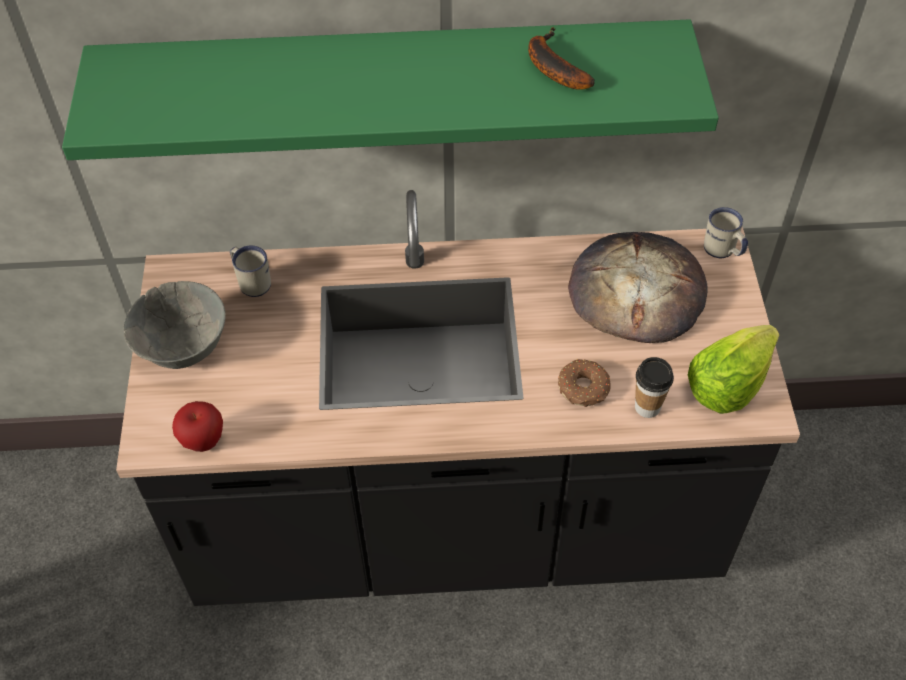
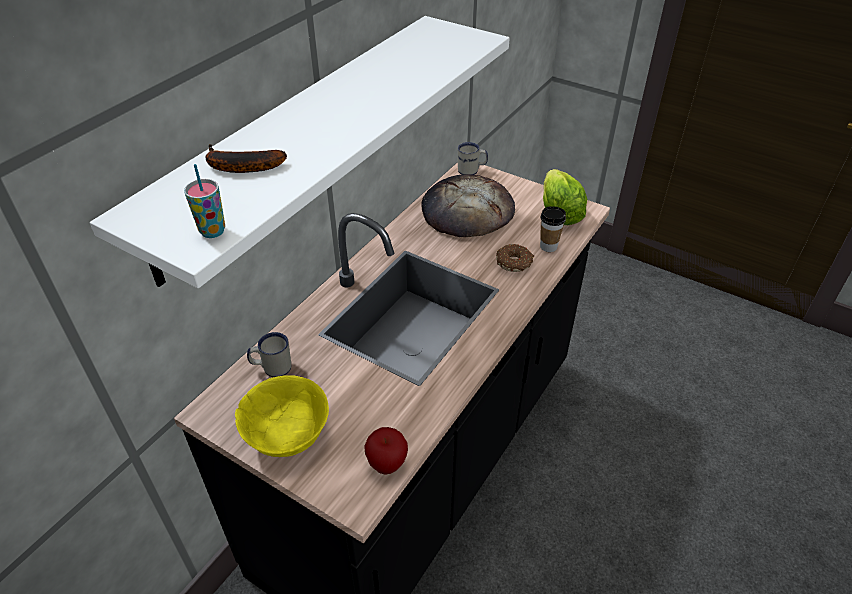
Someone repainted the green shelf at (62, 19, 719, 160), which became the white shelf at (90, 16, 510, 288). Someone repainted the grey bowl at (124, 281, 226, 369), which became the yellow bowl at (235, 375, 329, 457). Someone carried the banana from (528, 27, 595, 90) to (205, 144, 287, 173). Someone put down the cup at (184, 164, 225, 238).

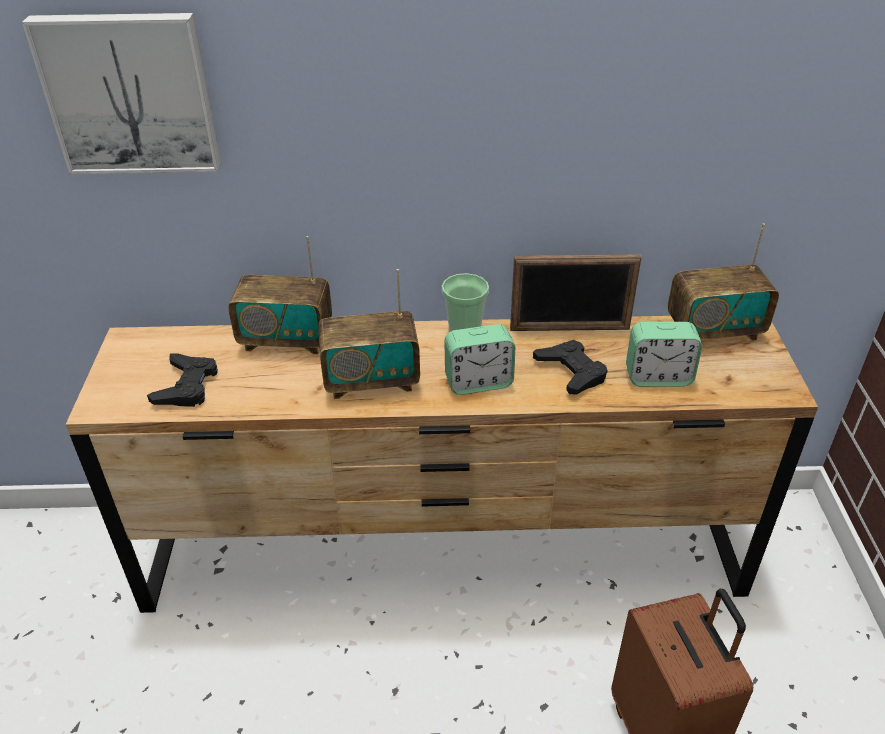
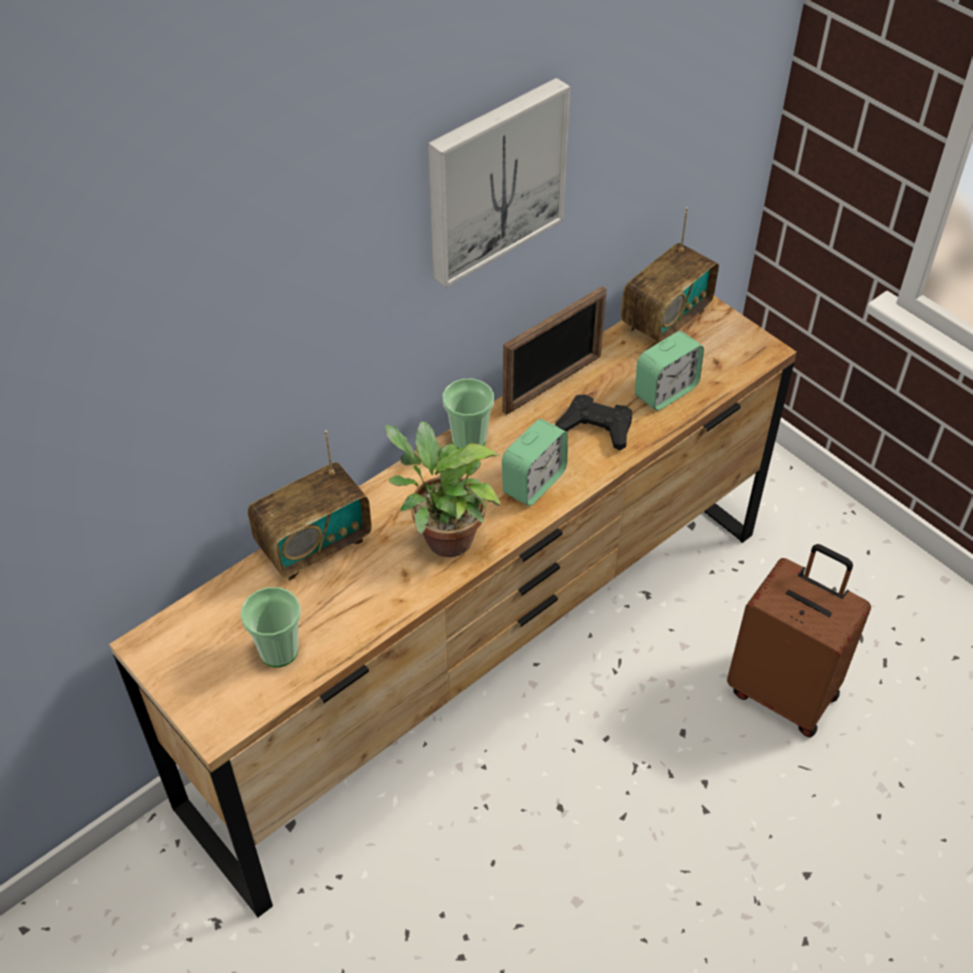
Someone carried the picture from (22, 13, 221, 174) to (428, 78, 571, 288). Someone swapped the black game controller at (147, 353, 218, 407) for the cup at (240, 587, 301, 667). Someone swapped the radio at (318, 269, 420, 399) for the potted plant at (385, 421, 500, 557).

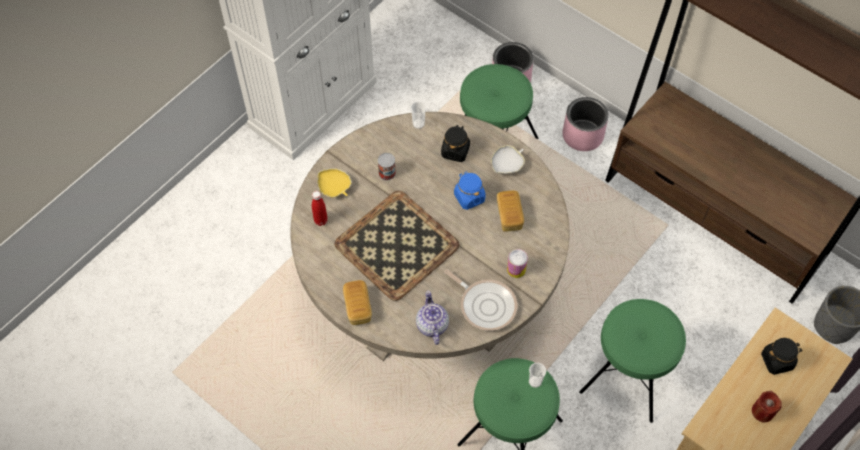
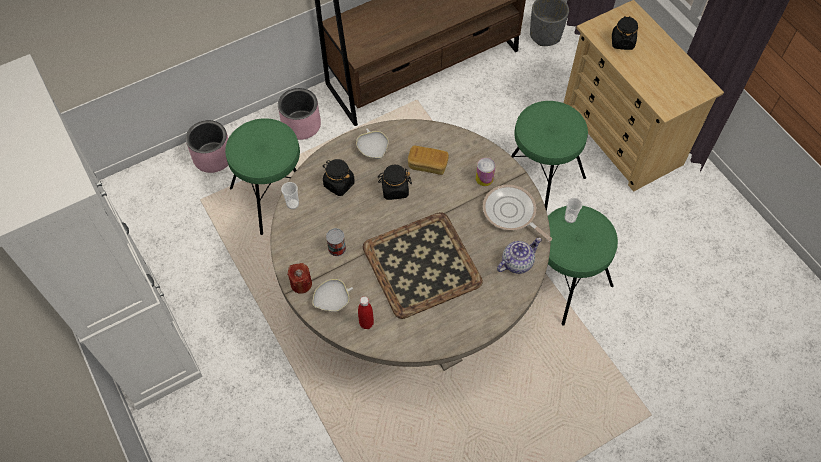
Someone repainted the yellow bowl at (317, 168, 351, 197), which became the white bowl at (312, 279, 353, 312). Someone took away the bread at (343, 280, 372, 325). Someone rotated the teapot at (416, 291, 449, 345) by 135 degrees clockwise. Someone rotated the frying pan at (444, 269, 517, 331) by 105 degrees counterclockwise. Someone repainted the blue jar at (454, 171, 486, 210), which became the black jar at (378, 165, 412, 200). Someone carried the red candle from (752, 391, 782, 422) to (288, 263, 312, 294).

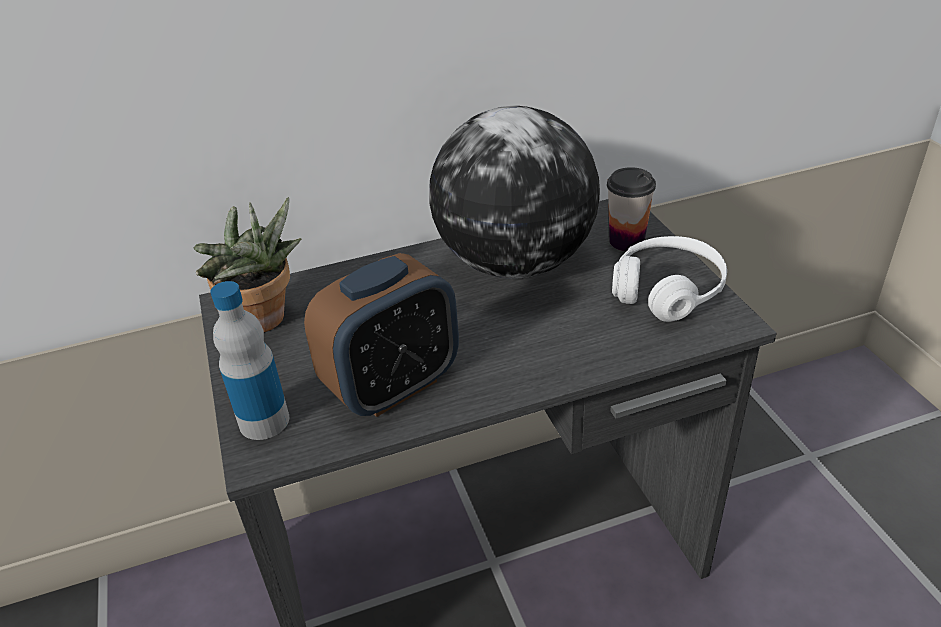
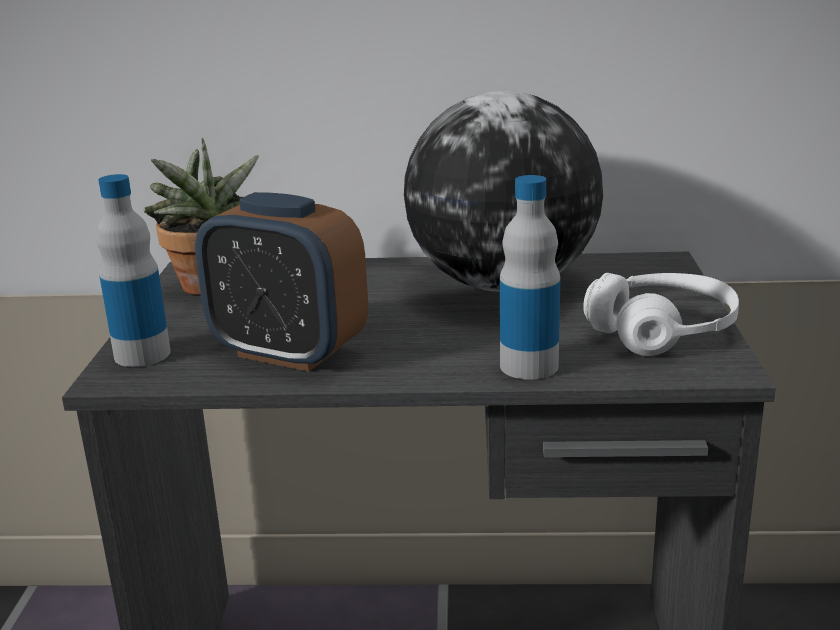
Someone rotated the alarm clock at (304, 253, 459, 417) by 45 degrees clockwise. Someone took away the cup at (607, 167, 656, 251). Someone put down the bottle at (500, 175, 560, 380).

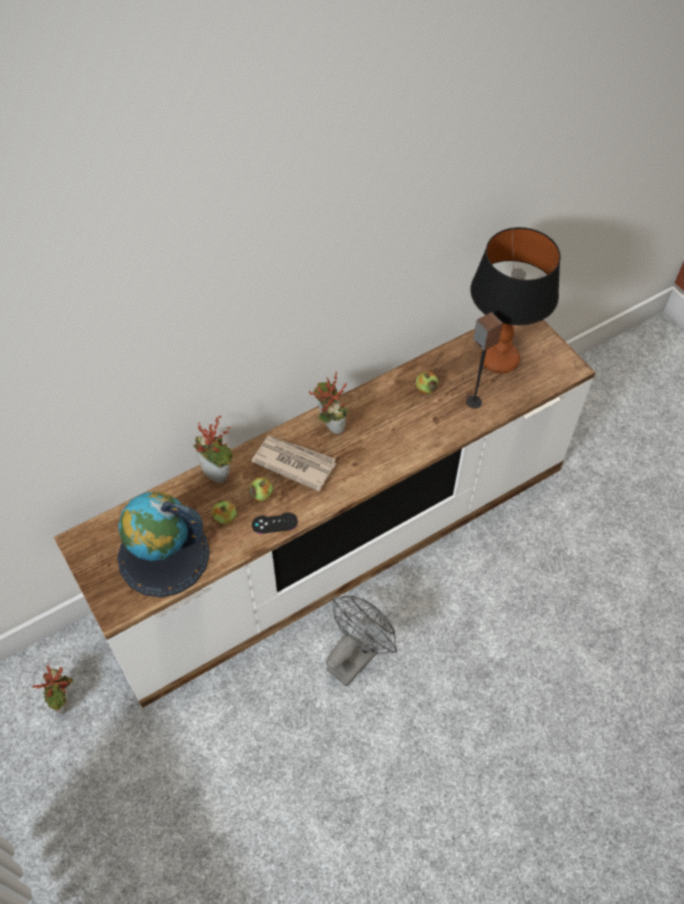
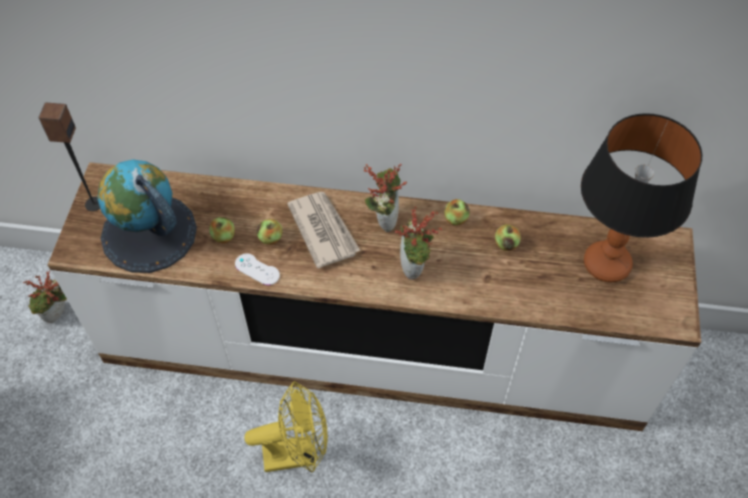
Someone carried the potted plant from (193, 415, 234, 483) to (395, 206, 442, 280). Someone repainted the black game controller at (252, 512, 298, 534), which became the white game controller at (235, 253, 280, 285). Someone repainted the grey fan at (326, 596, 397, 687), which became the yellow fan at (244, 381, 328, 473). Someone carried the speaker from (466, 312, 503, 409) to (38, 103, 100, 211). Someone put down the apple at (444, 199, 470, 226).

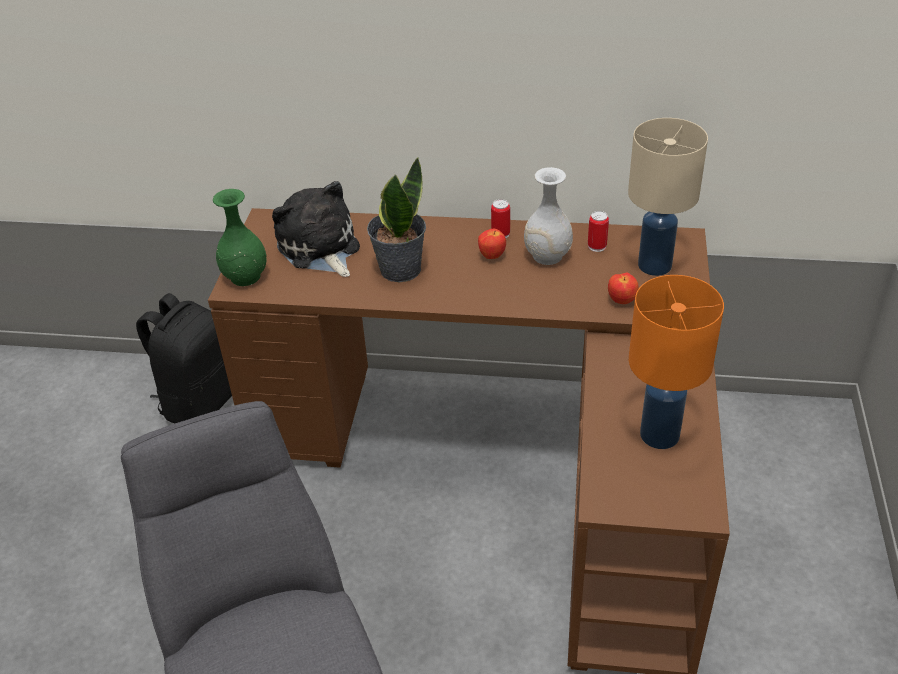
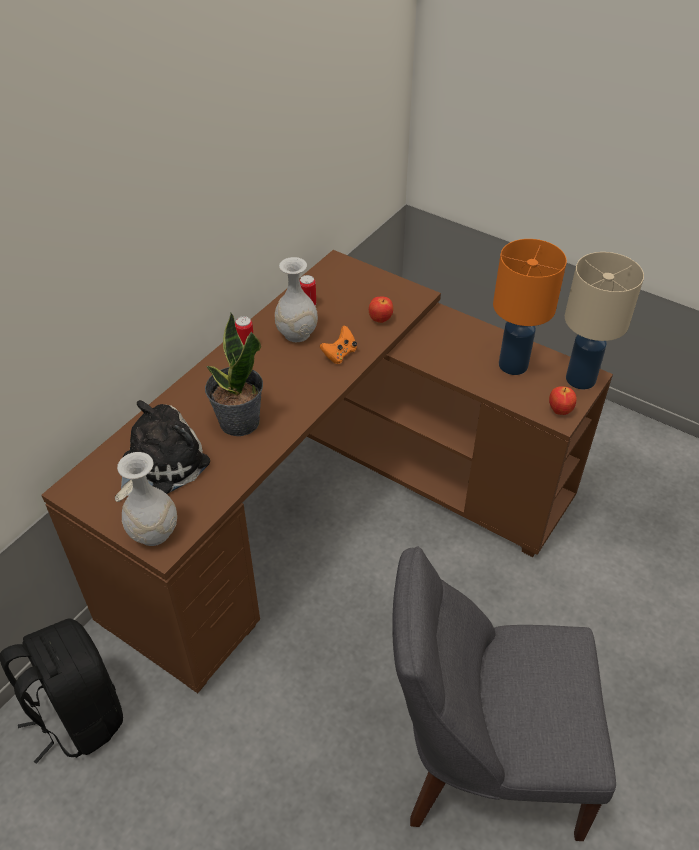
Someone repainted the green vase at (213, 189, 267, 286), which became the white vase at (117, 452, 177, 546). Someone rotated the plush toy at (272, 181, 360, 277) by 135 degrees clockwise. Someone carried the apple from (478, 229, 506, 259) to (549, 386, 576, 415). Someone carried the beige table lamp from (628, 118, 708, 276) to (565, 252, 644, 390). Someone put down the orange game controller at (320, 325, 357, 364).

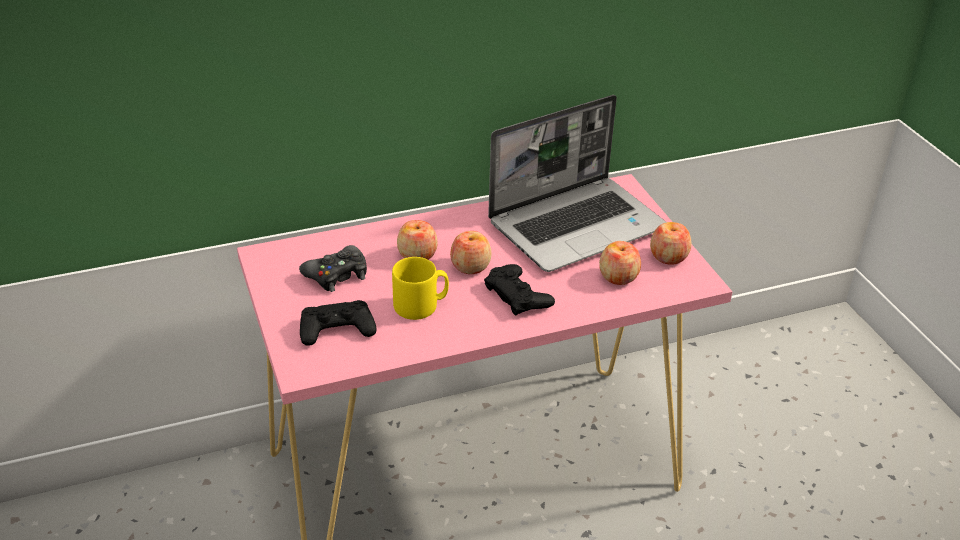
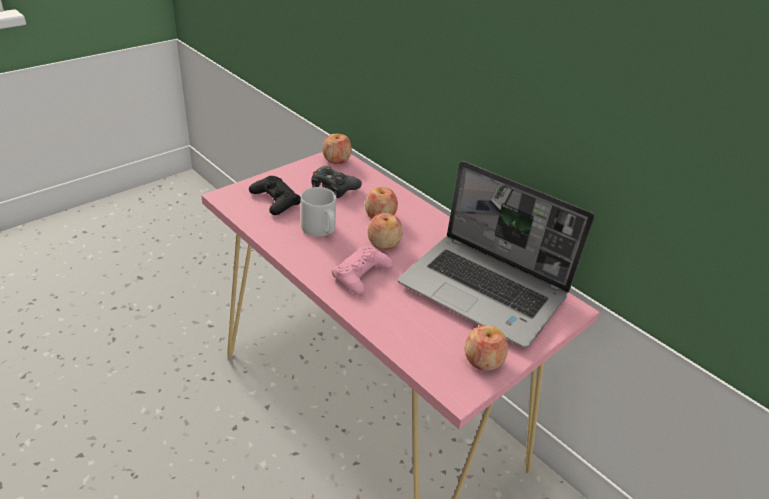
Someone repainted the yellow mug at (392, 257, 449, 320), which became the grey mug at (301, 187, 336, 237). Someone repainted the black game controller at (484, 264, 555, 316), which became the pink game controller at (332, 246, 394, 295). Someone carried the apple from (599, 241, 641, 285) to (323, 134, 352, 164).

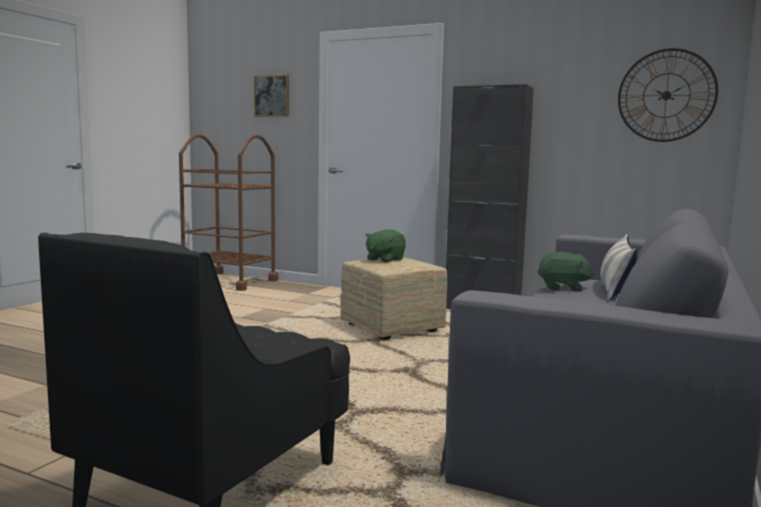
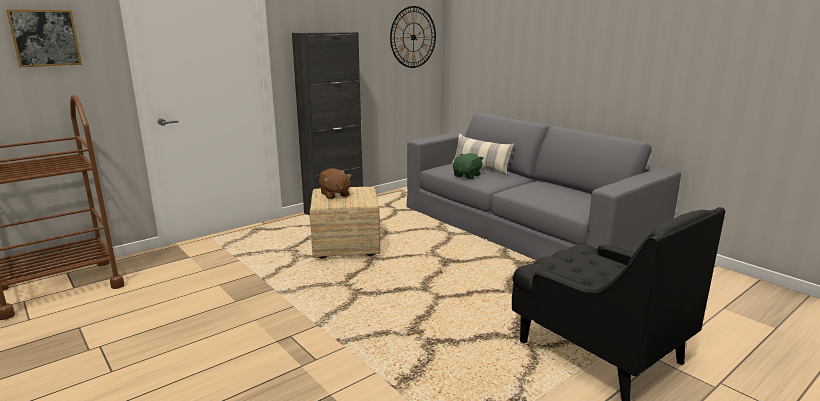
Someone repainted the green plush toy at (365, 229, 406, 262), which became the brown plush toy at (319, 168, 352, 199).

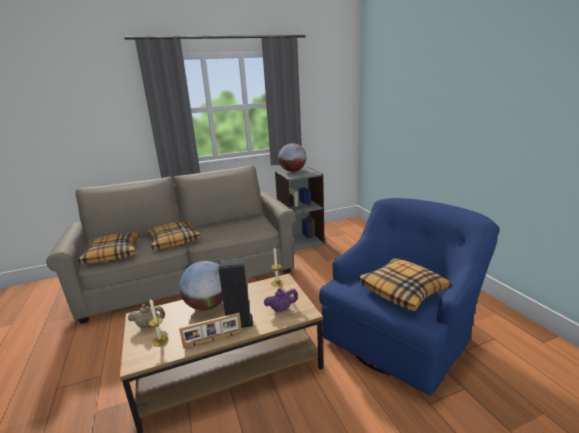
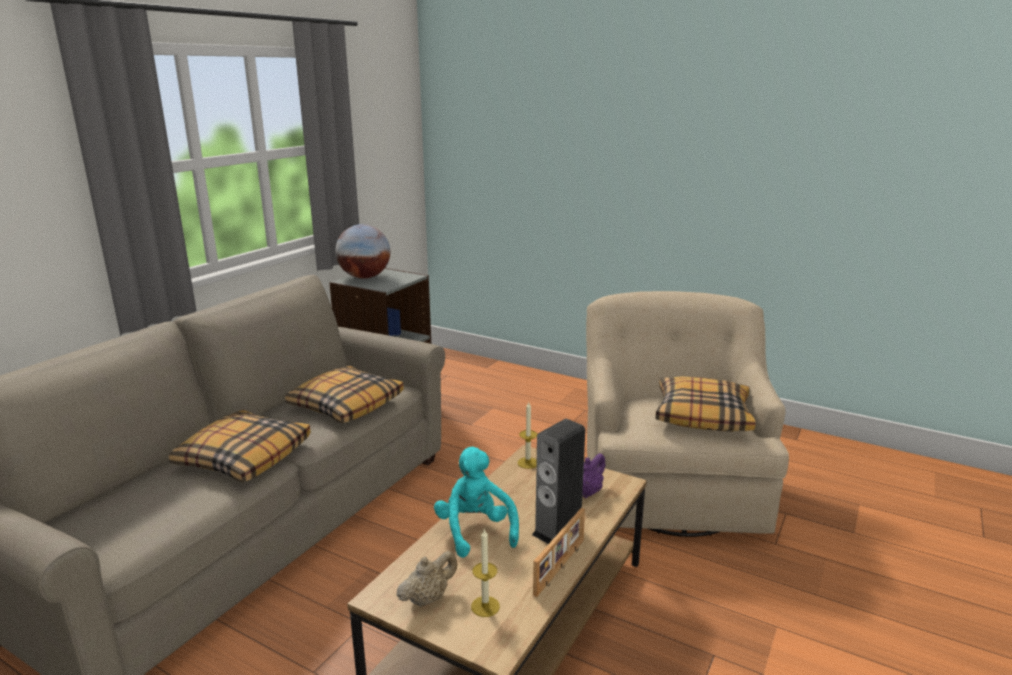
Someone carried the pillow from (78, 233, 139, 264) to (285, 366, 404, 423). Someone swapped the globe at (179, 261, 223, 310) for the turquoise plush toy at (434, 447, 519, 558). Someone repainted the blue armchair at (319, 198, 500, 395), which became the beige armchair at (586, 291, 789, 537).

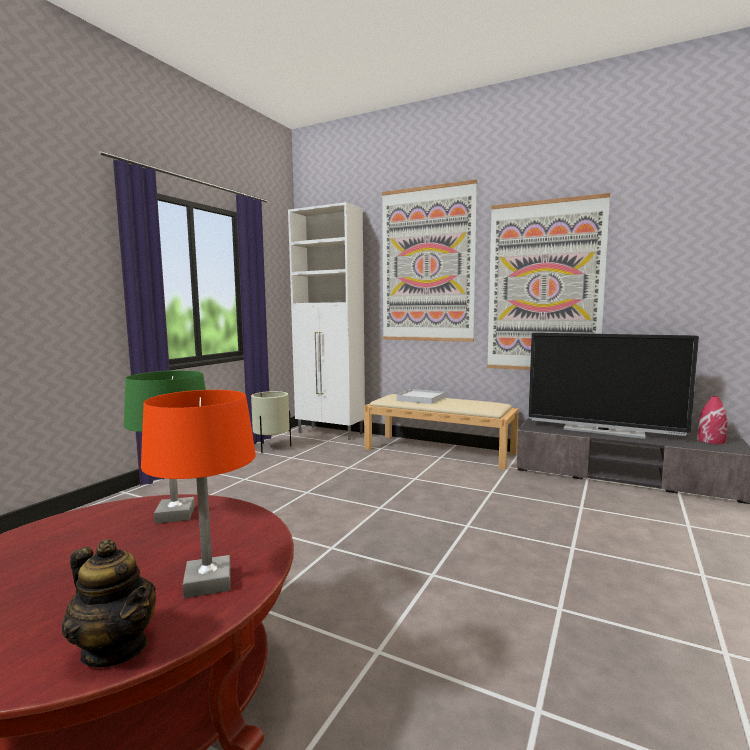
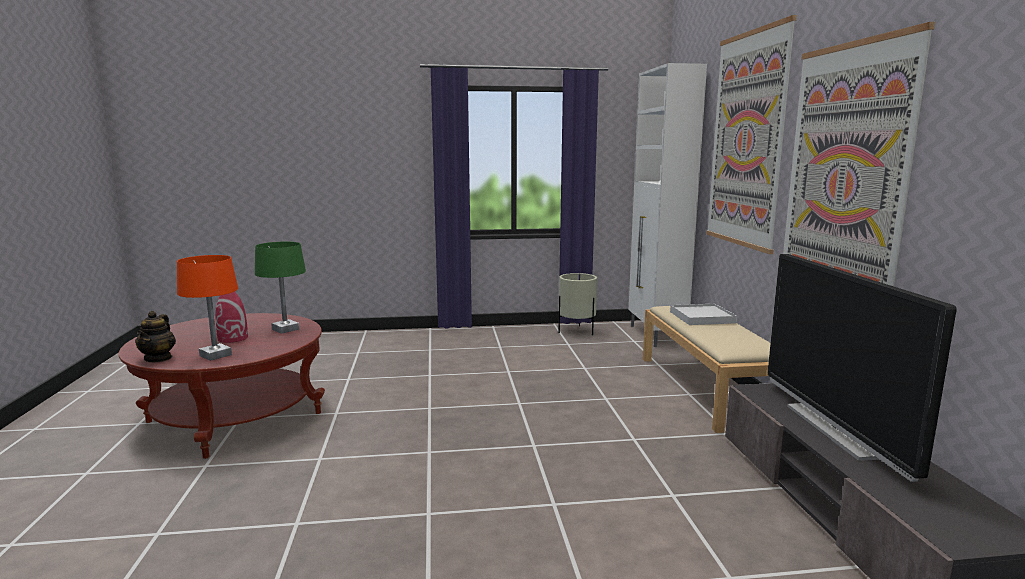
Someone carried the red vase from (697, 396, 727, 444) to (215, 292, 248, 343).

